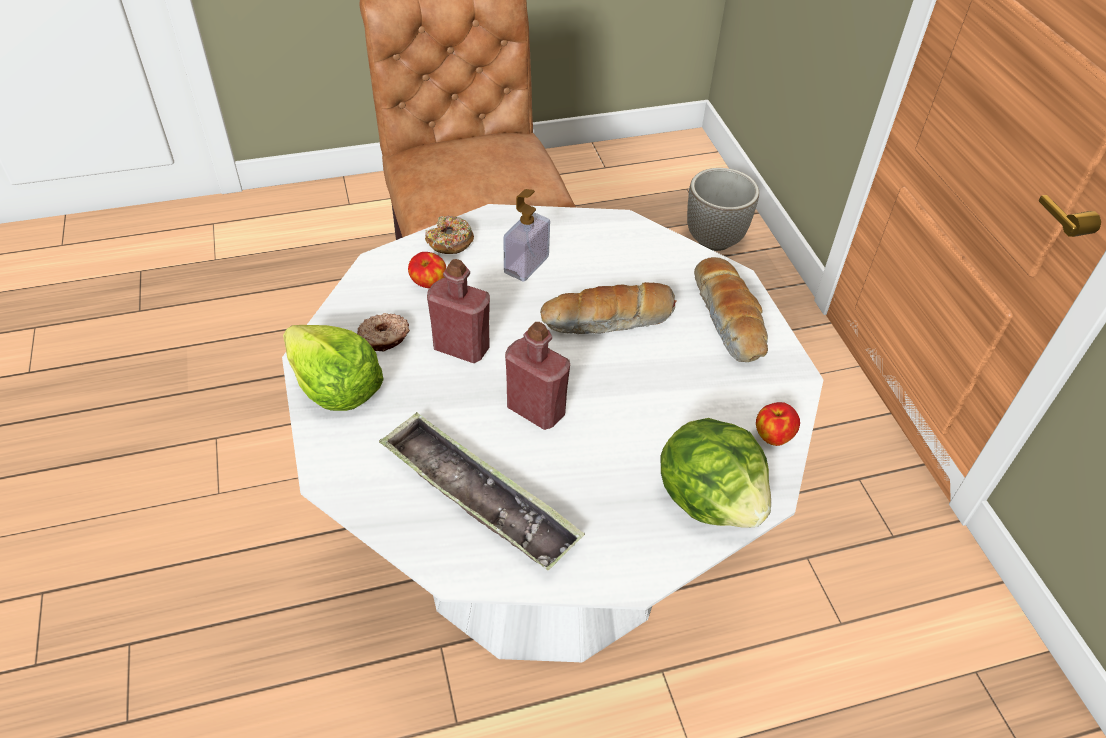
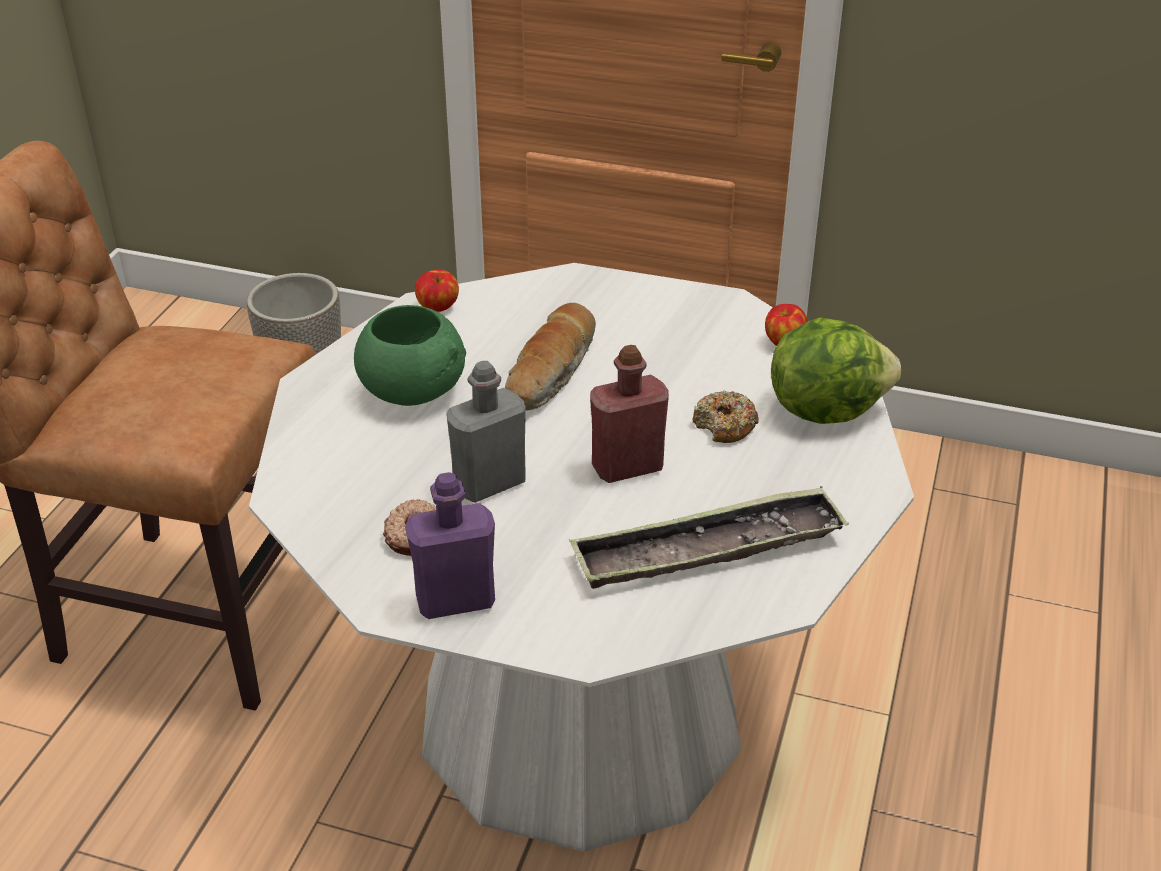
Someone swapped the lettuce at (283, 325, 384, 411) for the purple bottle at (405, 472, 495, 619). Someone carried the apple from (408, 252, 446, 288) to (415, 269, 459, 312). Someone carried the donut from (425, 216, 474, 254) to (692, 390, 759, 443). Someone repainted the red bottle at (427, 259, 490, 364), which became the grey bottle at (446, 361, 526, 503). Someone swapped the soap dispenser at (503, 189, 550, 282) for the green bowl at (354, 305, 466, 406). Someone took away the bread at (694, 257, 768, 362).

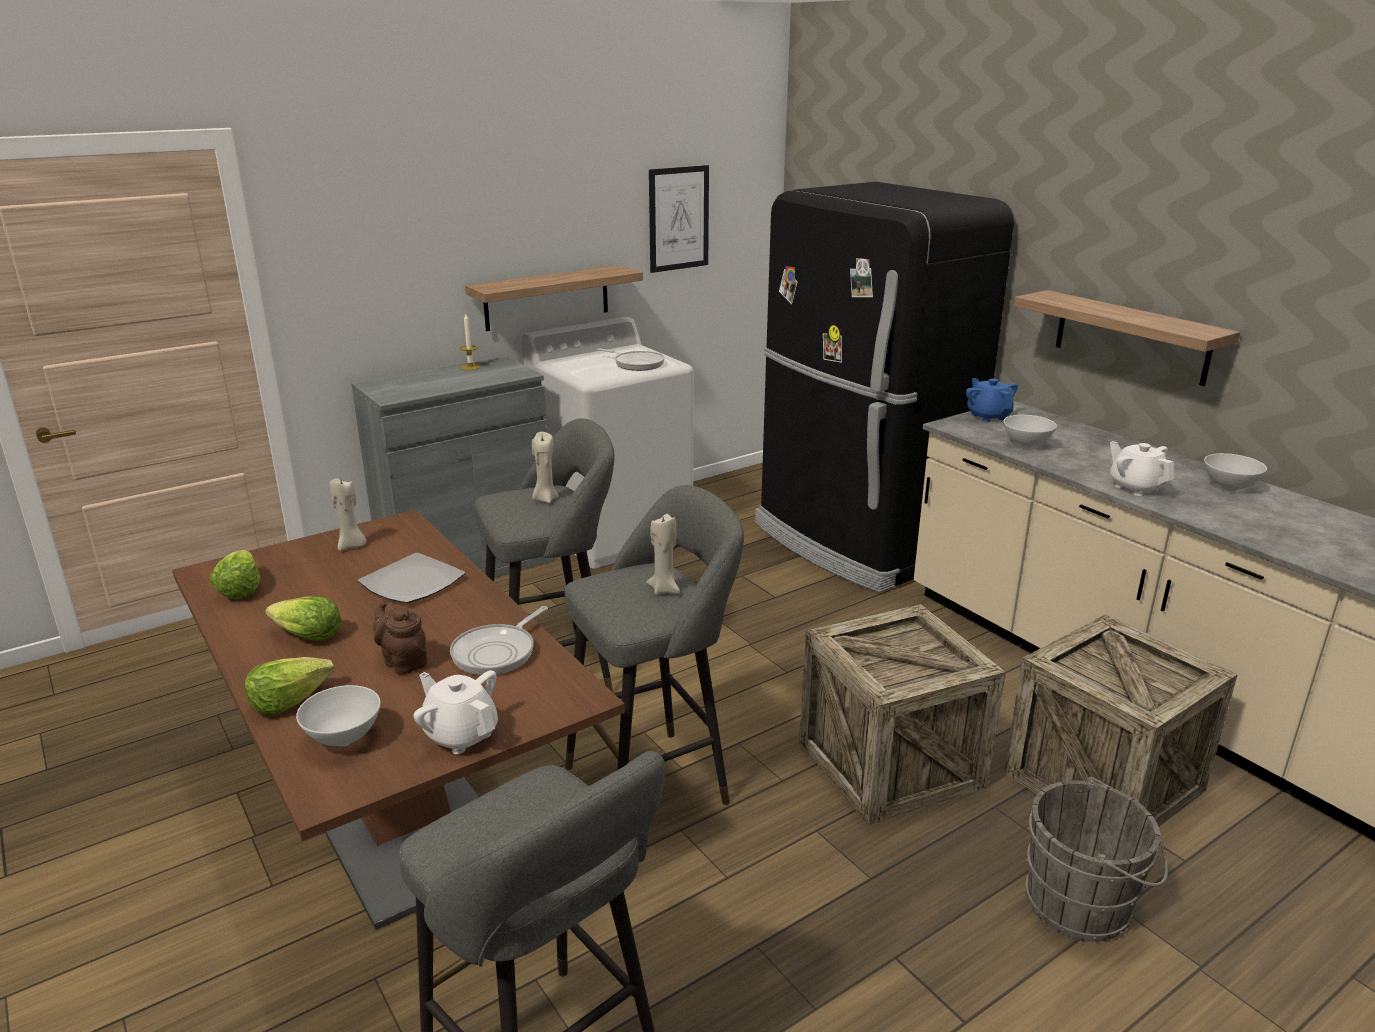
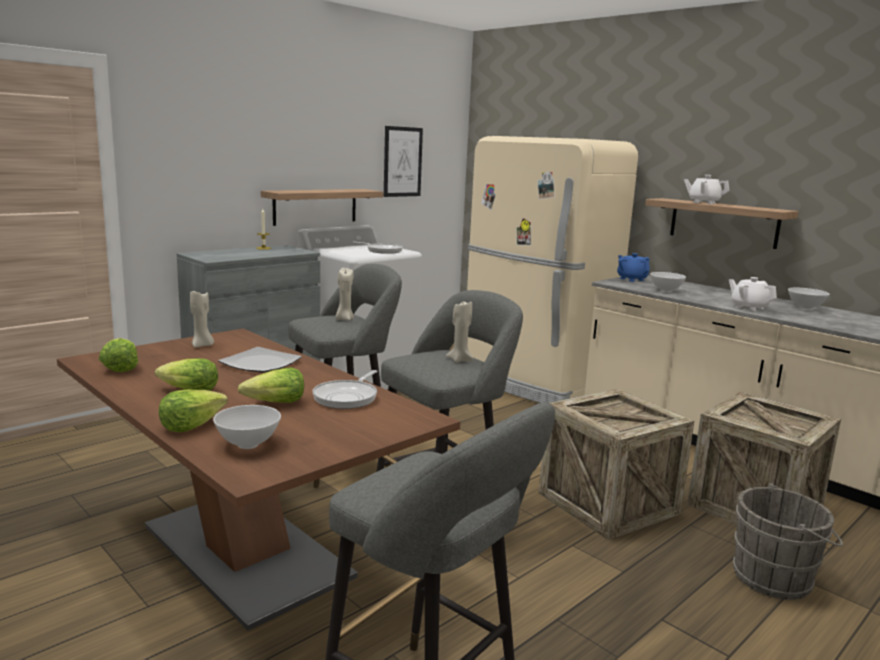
Someone swapped the brown teapot at (373, 601, 427, 675) for the lettuce at (238, 367, 304, 403). Someone carried the white teapot from (414, 670, 498, 754) to (684, 175, 729, 204). Someone repainted the black fridge at (755, 182, 1014, 593), which became the beige fridge at (467, 136, 638, 403).

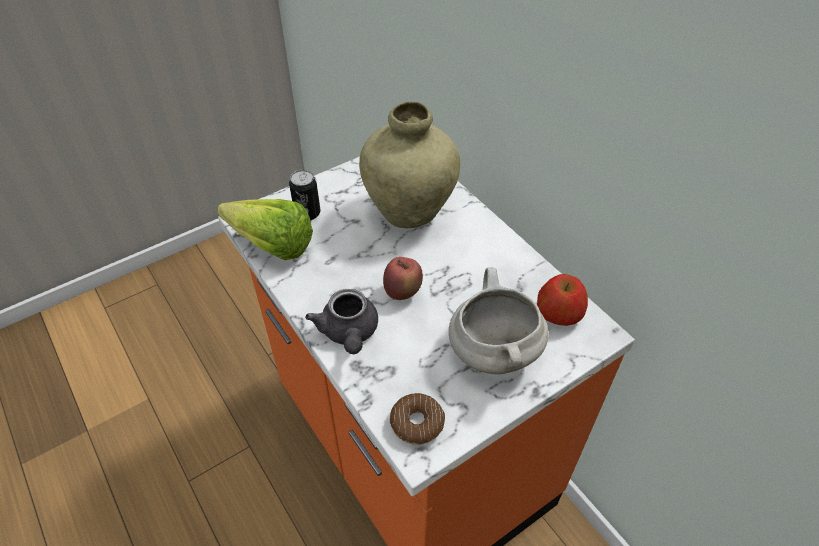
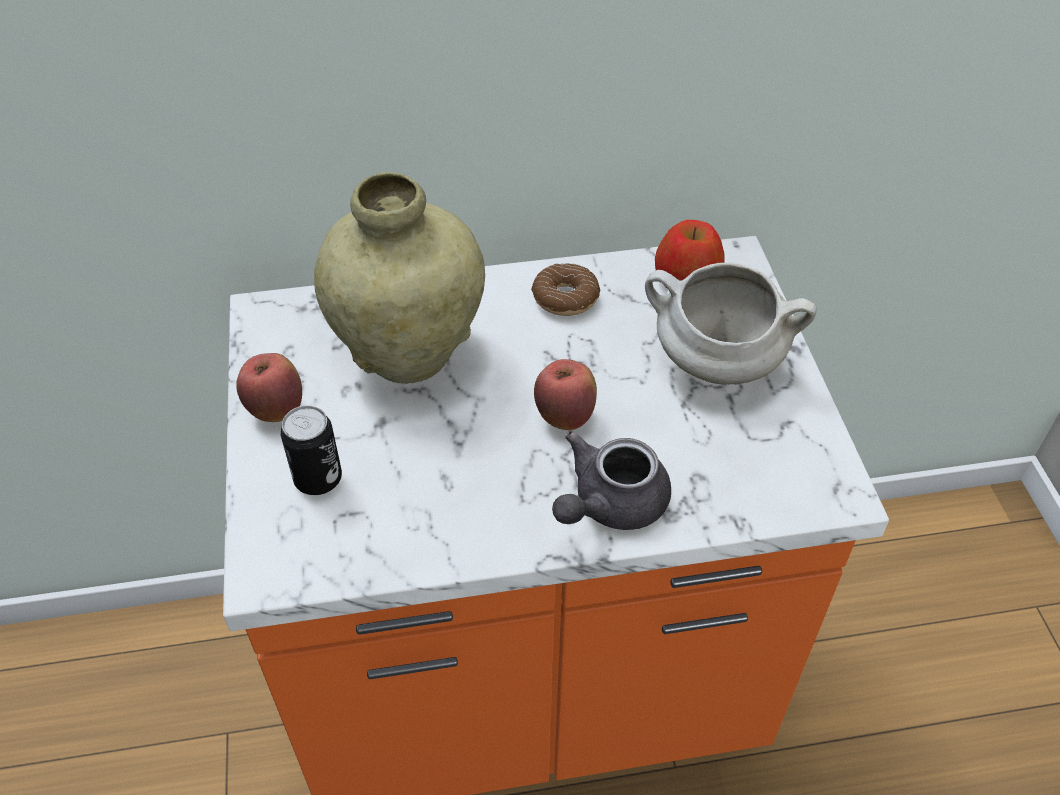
Someone took away the lettuce at (217, 199, 313, 260). Someone rotated the grey teapot at (305, 289, 378, 354) by 120 degrees clockwise. Someone carried the donut from (390, 393, 445, 445) to (531, 263, 600, 316). Someone put down the apple at (236, 353, 302, 422).

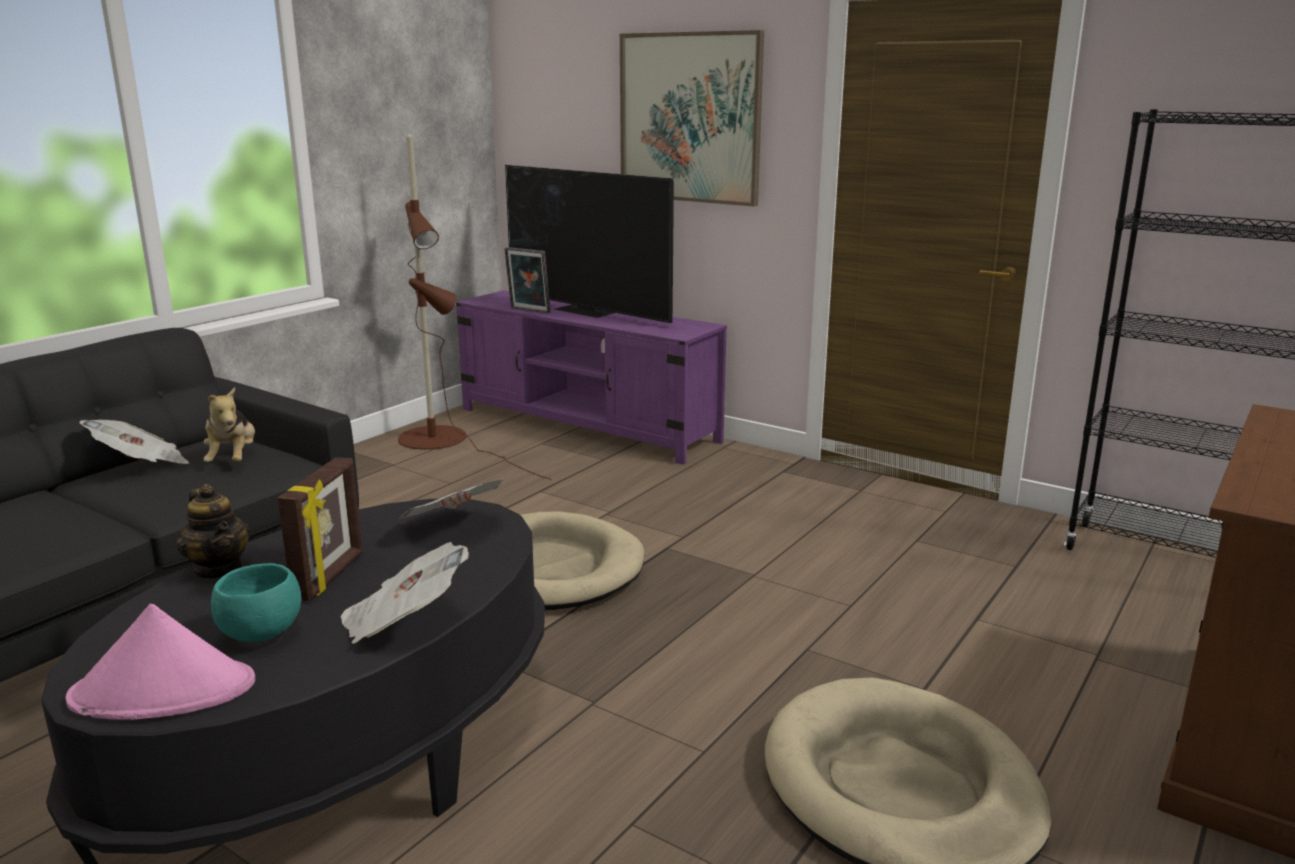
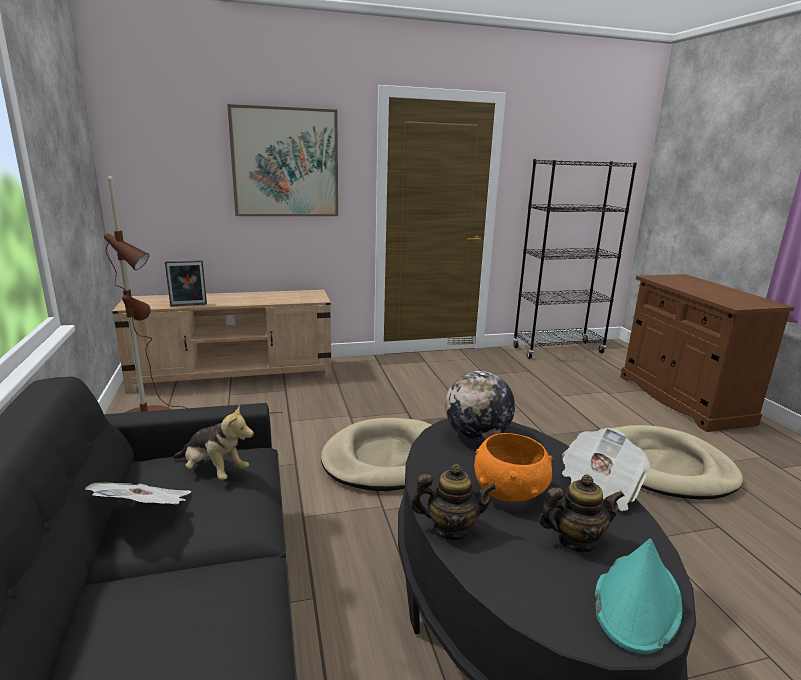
Someone repainted the pink hat at (65, 604, 255, 720), which became the turquoise hat at (595, 539, 683, 654). Someone swapped the turquoise bowl at (211, 563, 301, 642) for the teapot at (538, 475, 625, 553). Someone swapped the picture frame at (278, 457, 363, 601) for the orange bowl at (474, 433, 553, 502). Someone swapped the newspaper at (399, 480, 504, 519) for the globe at (445, 371, 515, 441). Someone repainted the purple tv stand at (456, 290, 727, 465), which became the beige tv stand at (112, 290, 332, 393). Someone took away the television at (505, 165, 674, 323).

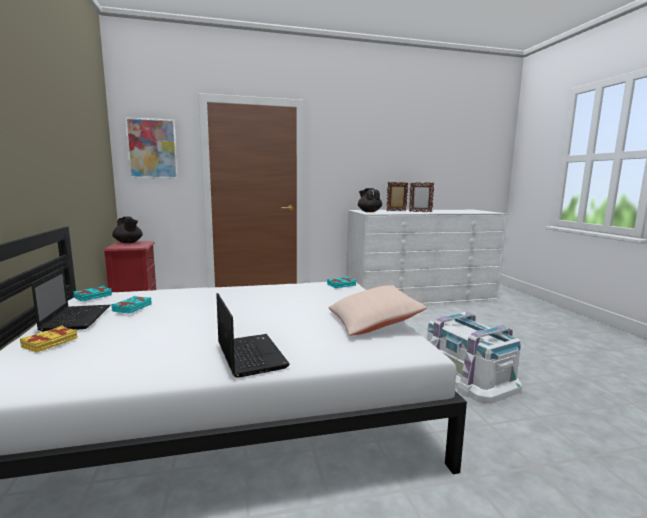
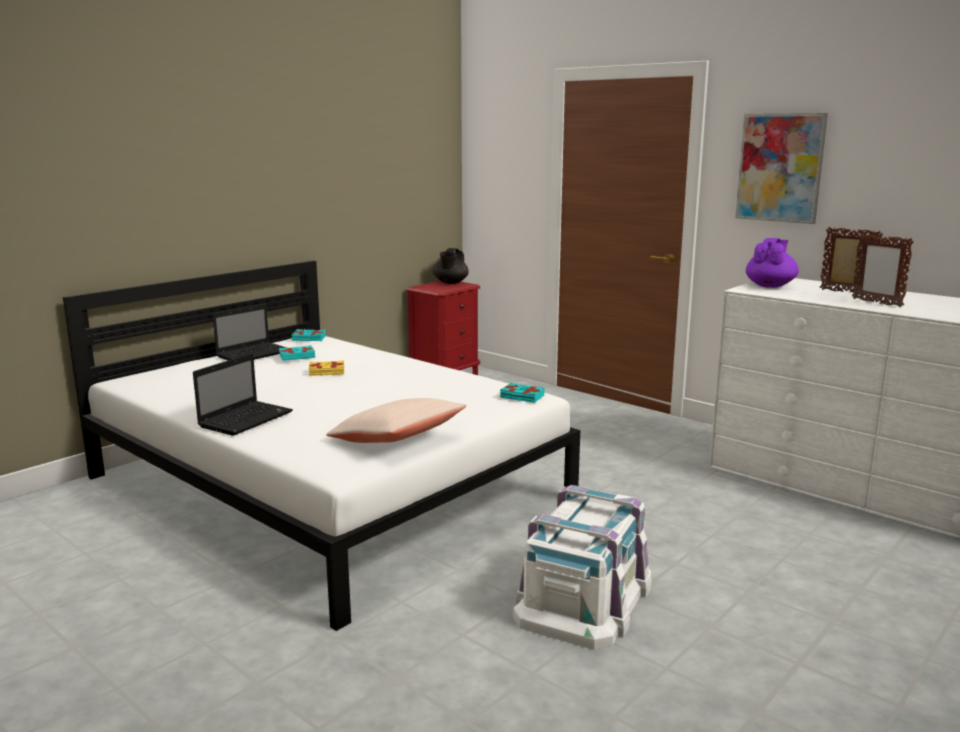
Someone carried the yellow book from (20, 326, 78, 353) to (309, 360, 344, 376). Someone carried the picture from (125, 117, 178, 179) to (735, 113, 828, 224). Someone repainted the black teapot at (358, 188, 382, 212), which became the purple teapot at (746, 238, 799, 288).

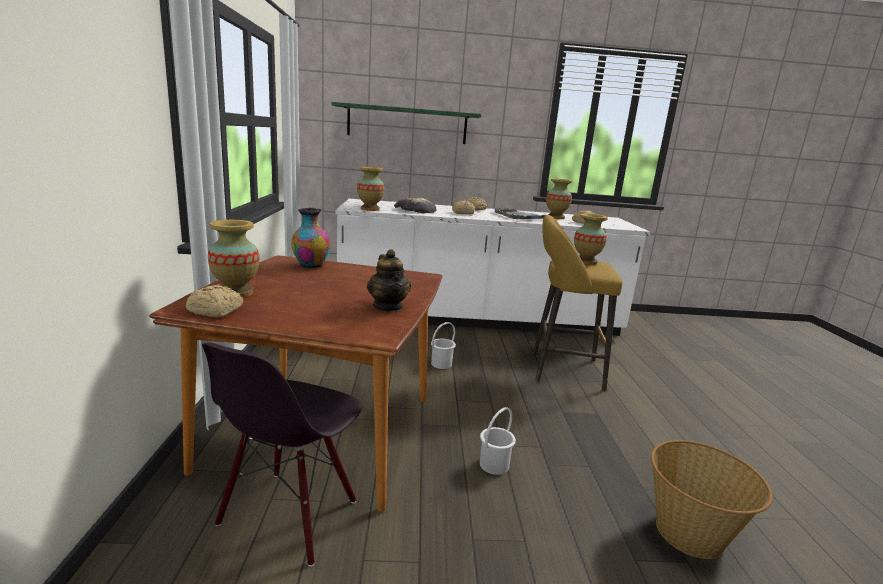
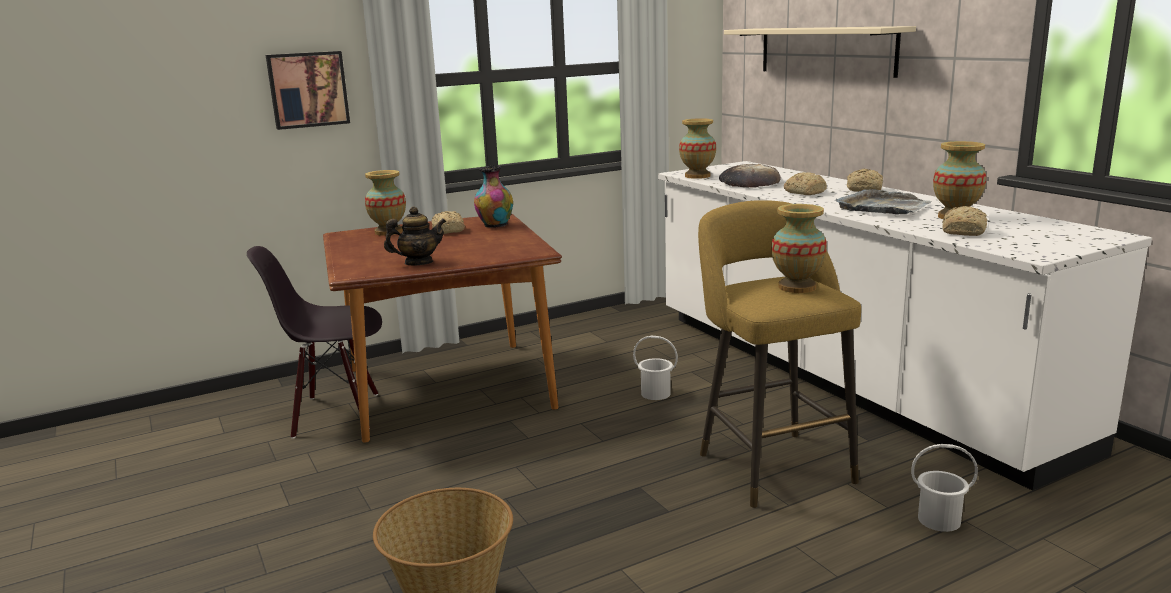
Someone carried the bread from (186, 284, 243, 318) to (432, 211, 465, 234). Someone repainted the green shelf at (331, 102, 481, 144), which became the beige shelf at (724, 26, 916, 78). Someone rotated the teapot at (367, 249, 411, 312) by 150 degrees counterclockwise. Someone carried the white bucket from (480, 407, 516, 475) to (911, 444, 978, 532). Someone put up the picture at (266, 51, 350, 130).

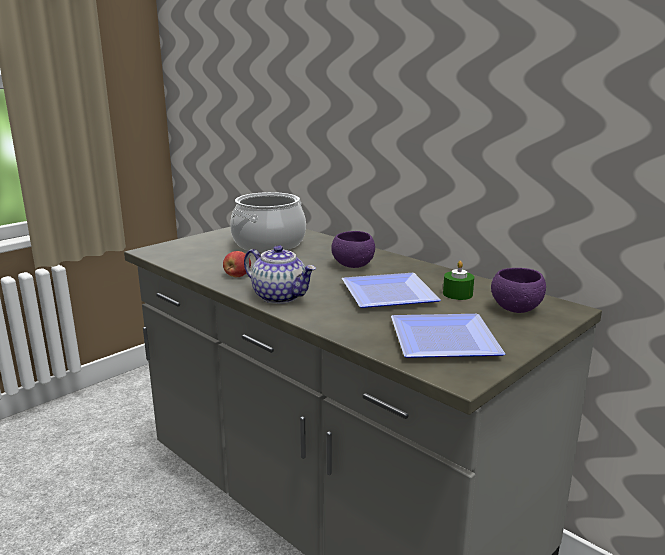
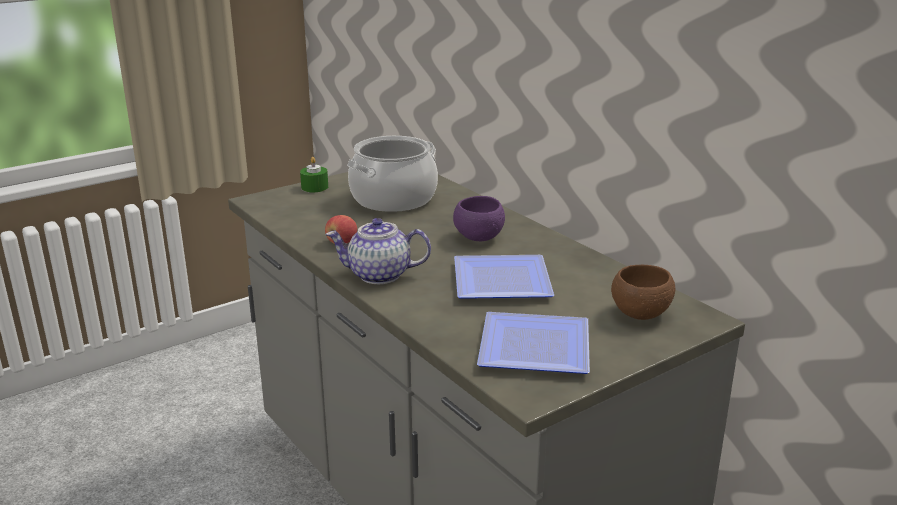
Someone rotated the teapot at (244, 245, 316, 304) by 135 degrees clockwise. Someone carried the green candle from (443, 261, 474, 300) to (300, 157, 328, 192). Someone repainted the purple bowl at (491, 268, 546, 313), which became the brown bowl at (611, 265, 675, 320).

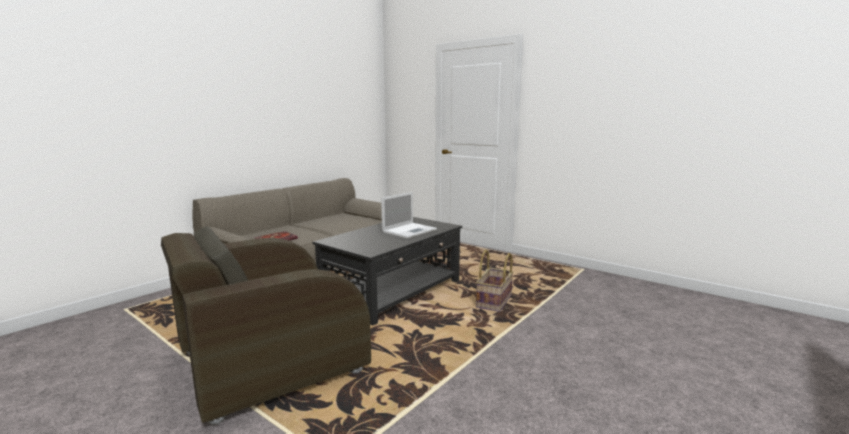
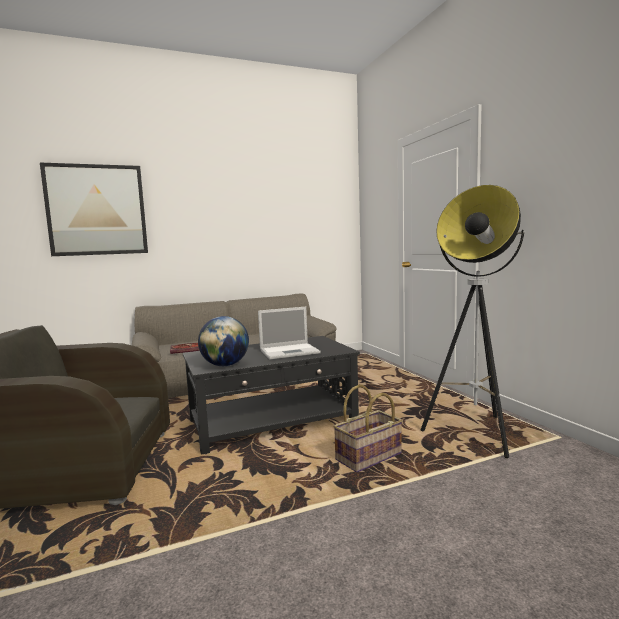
Someone put up the picture at (40, 163, 148, 256). Someone put down the globe at (198, 316, 249, 366). Someone put down the floor lamp at (421, 185, 525, 458).

